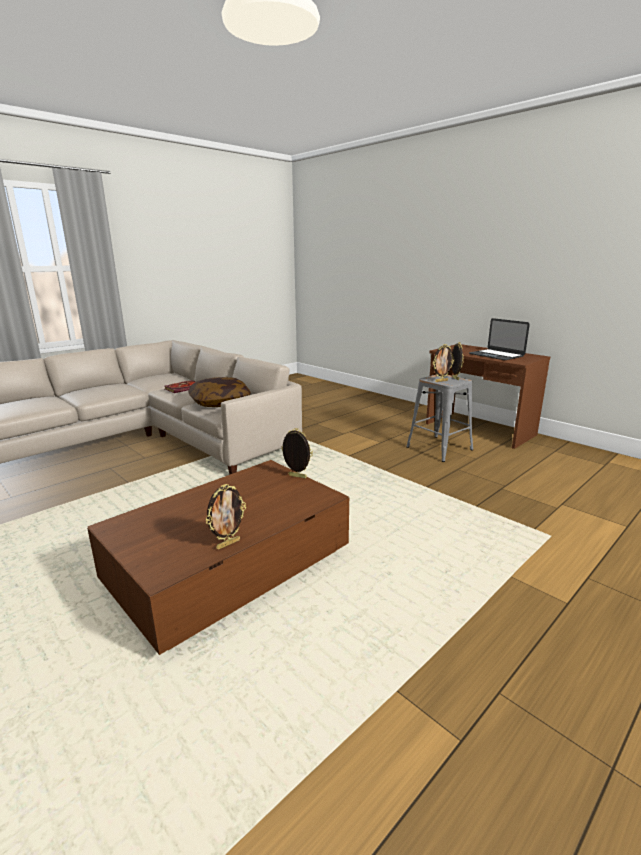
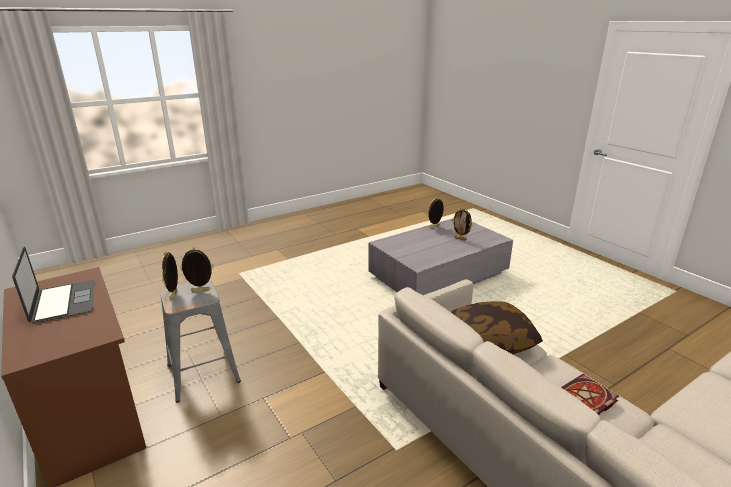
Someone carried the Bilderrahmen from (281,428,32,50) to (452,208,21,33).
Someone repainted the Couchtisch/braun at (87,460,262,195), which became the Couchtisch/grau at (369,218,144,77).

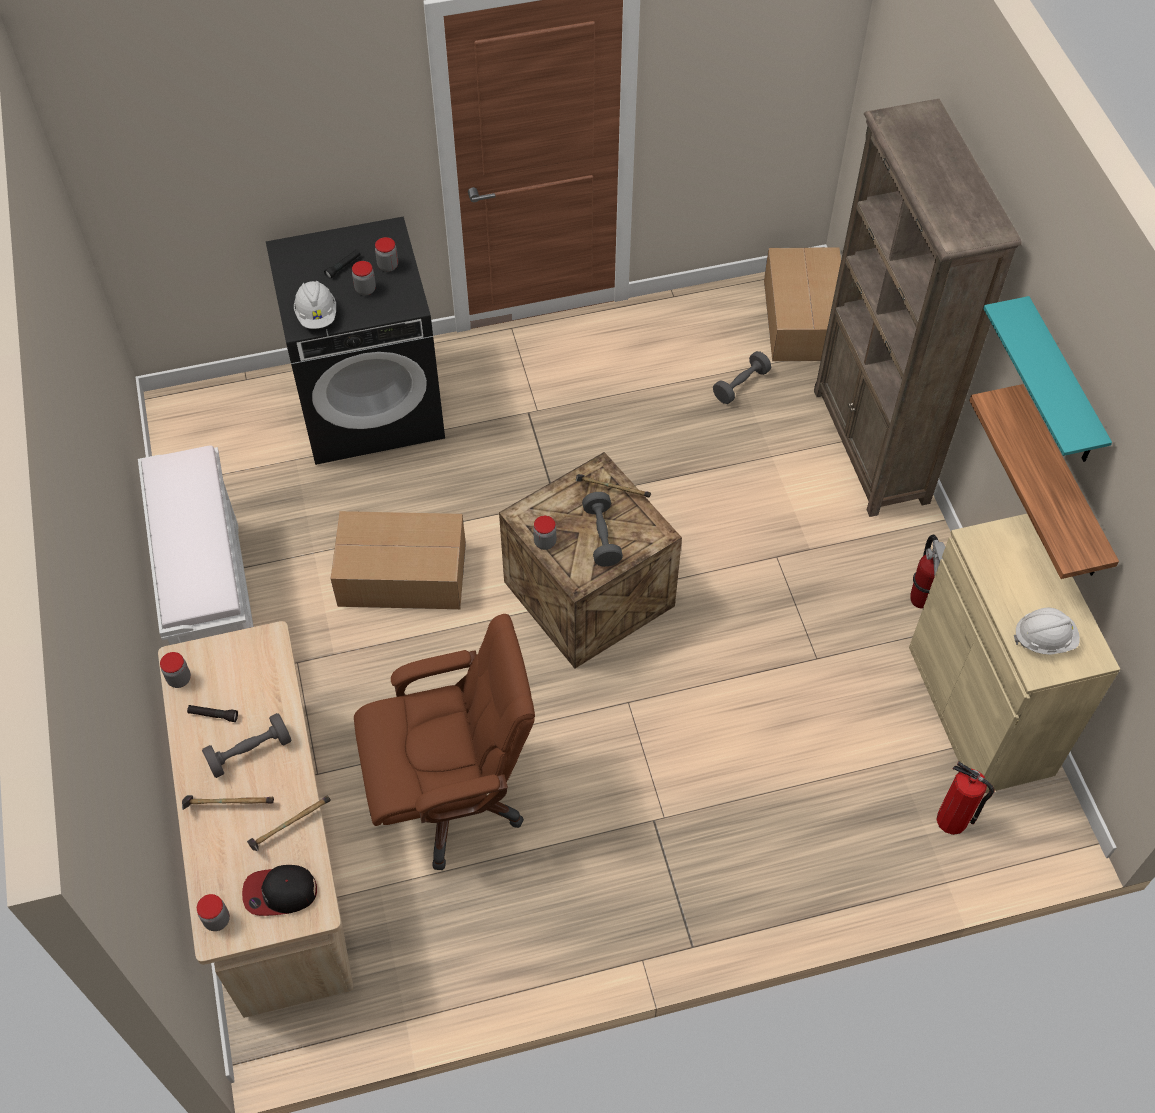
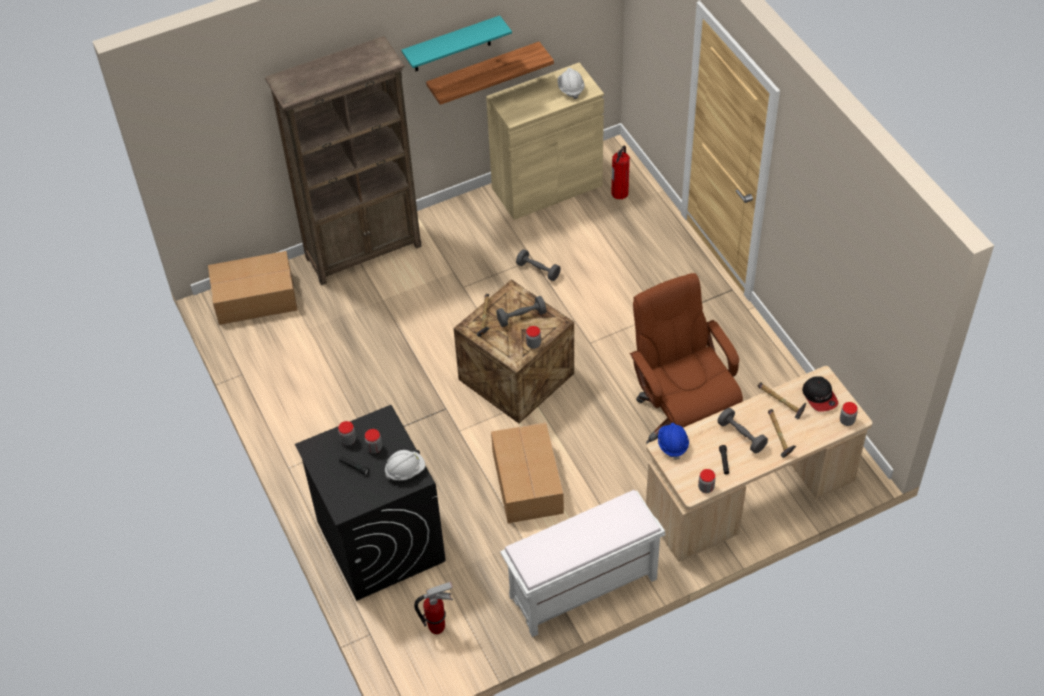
Someone put down the Schutzhelm/blau at (658,423,31,37).
Someone carried the Hantel/grau from (713,351,58,53) to (516,249,45,32).
Someone carried the Feuerlöscher from (910,535,35,73) to (414,582,39,52).

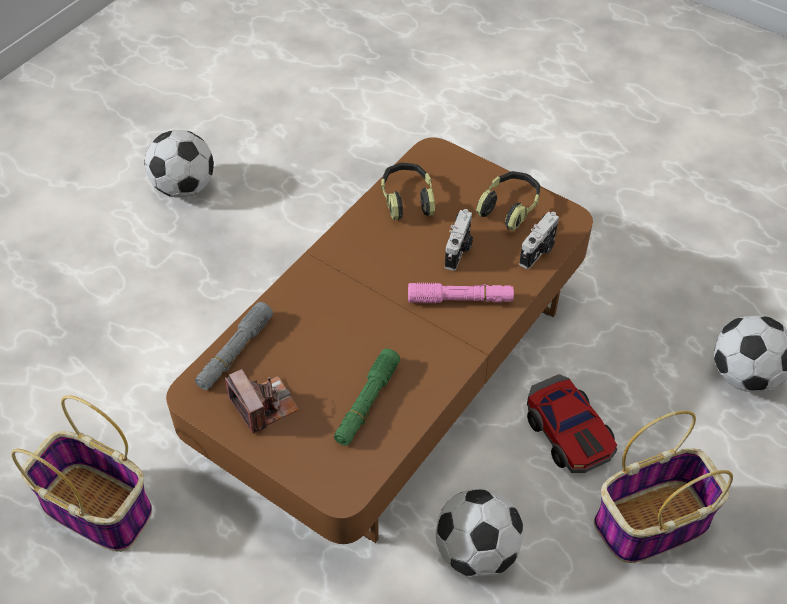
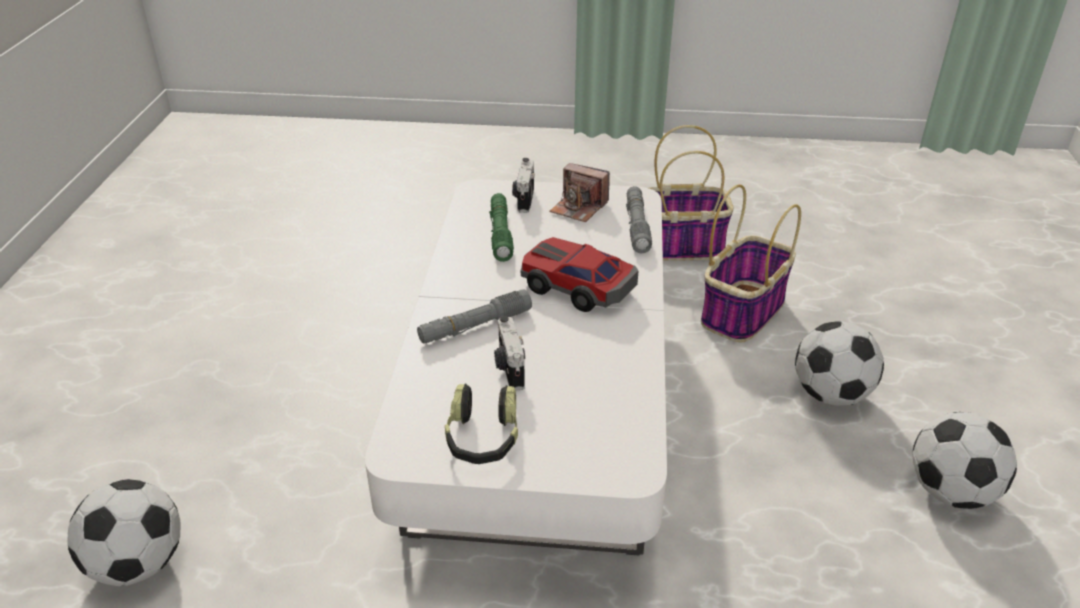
Someone took away the Kopfhörer at (381,163,54,57).
Someone carried the Fußball from (436,489,88,89) to (795,321,89,85).
Someone carried the Kamera from (519,211,40,58) to (512,158,23,55).
Someone carried the Spielzeugauto from (527,374,90,99) to (521,237,118,75).
Someone carried the Korb from (594,410,139,153) to (701,184,100,158).
Someone repainted the Couchtisch/braun at (166,137,427,407), which became the Couchtisch/weiß at (365,179,302,377).
Someone repainted the Taschenlampe/rosa at (408,283,106,21), which became the Taschenlampe/grau at (417,289,115,55).

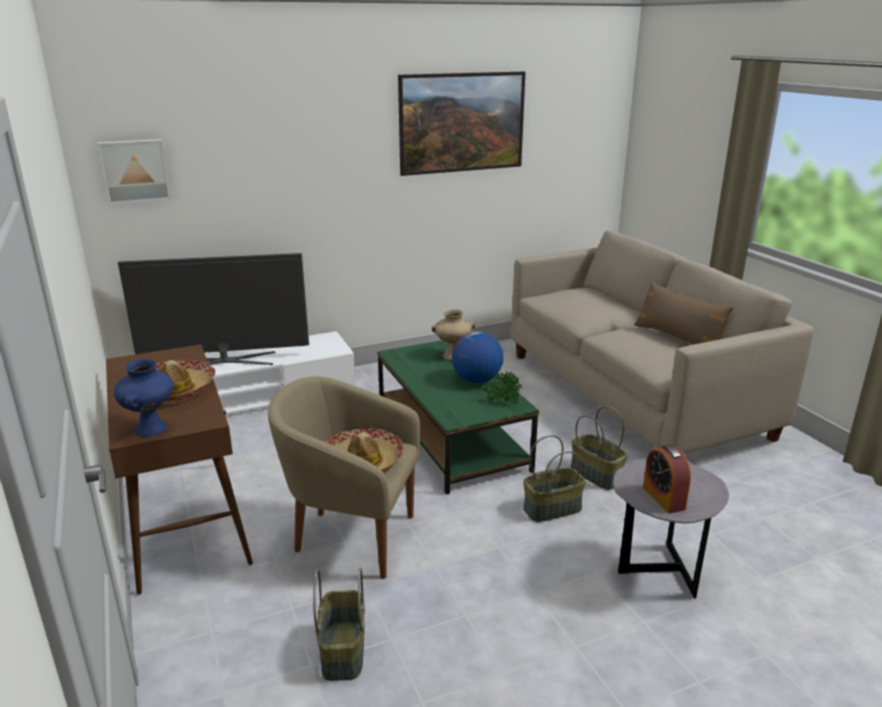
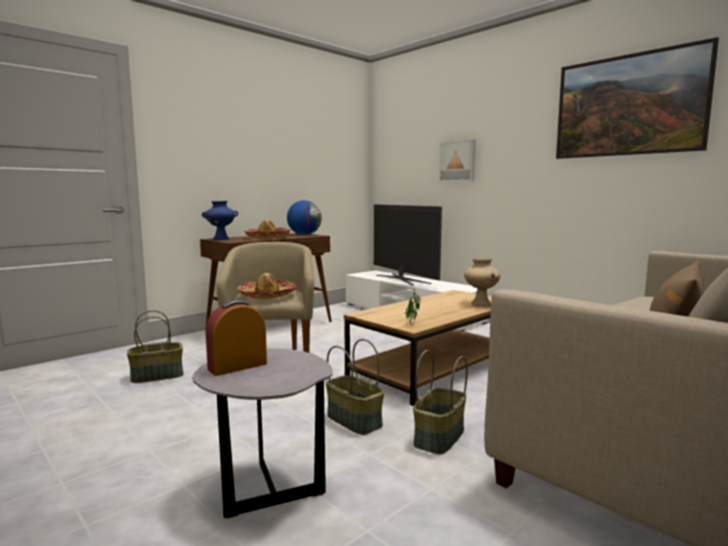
Someone carried the Bild from (97,139,74,65) to (439,139,37,43).
Someone carried the Globus from (452,332,51,51) to (287,200,35,35).
Someone repainted the Couchtisch/grün at (377,340,162,155), which became the Couchtisch/braun at (344,290,148,116).

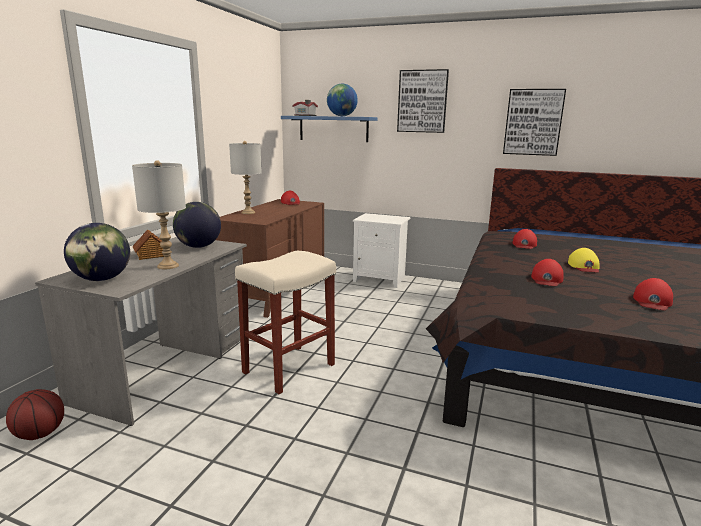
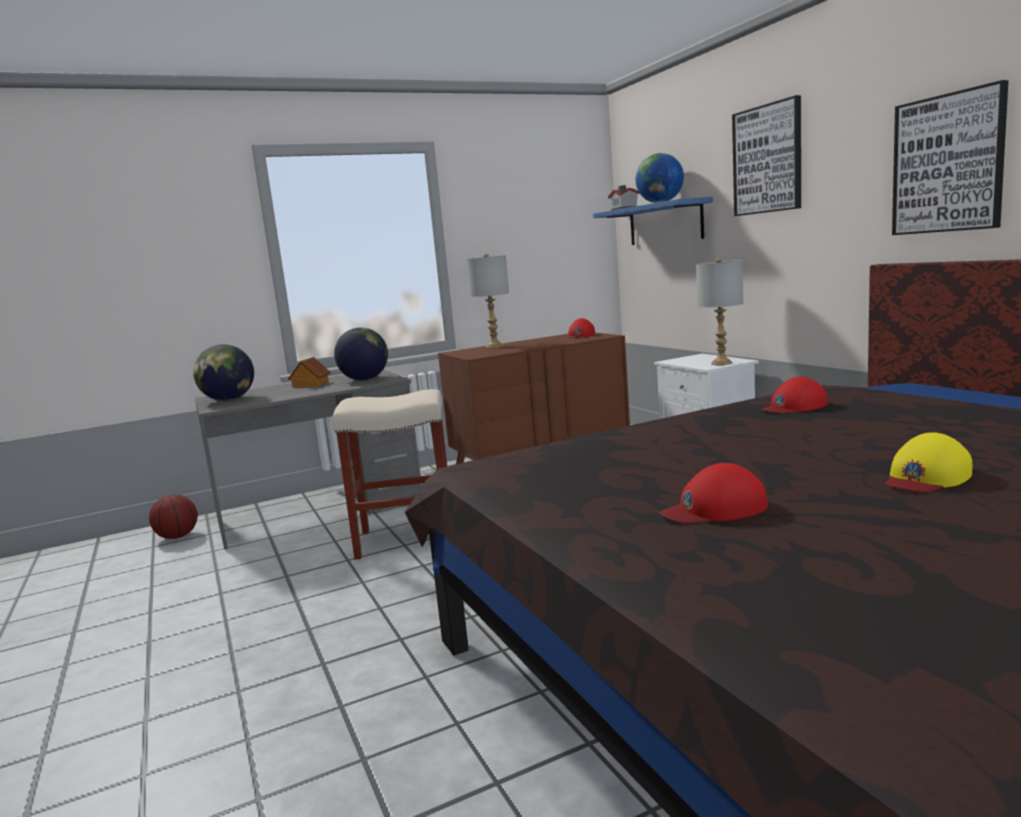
Someone took away the Kappe/rot at (531,259,33,27).
Someone carried the Tischlampe/grau from (132,160,54,109) to (696,258,47,107).
Someone carried the Kappe/gelb from (568,248,32,24) to (885,432,87,60).

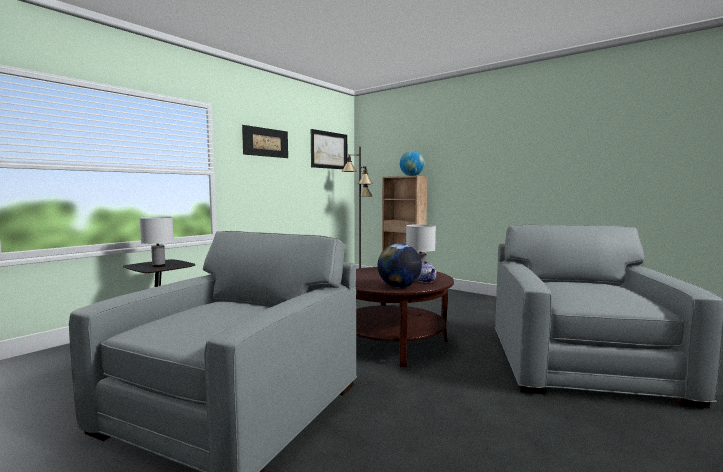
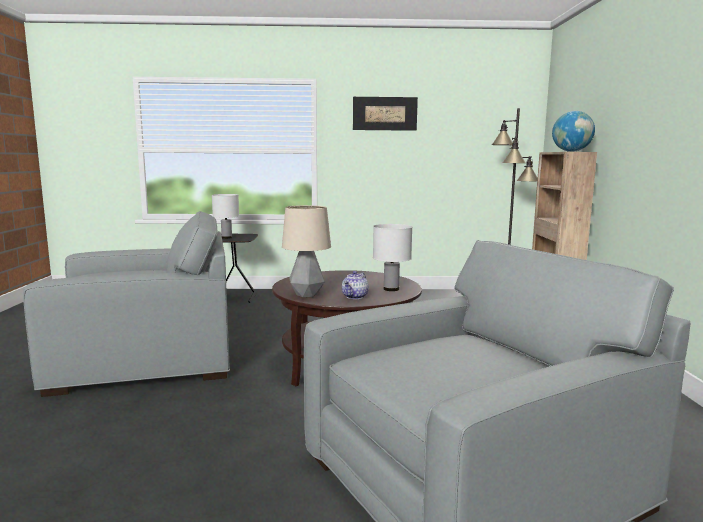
Someone took away the Bild at (311,129,36,40).
Someone swapped the Globus at (377,243,45,45) for the Tischlampe at (282,205,49,92).

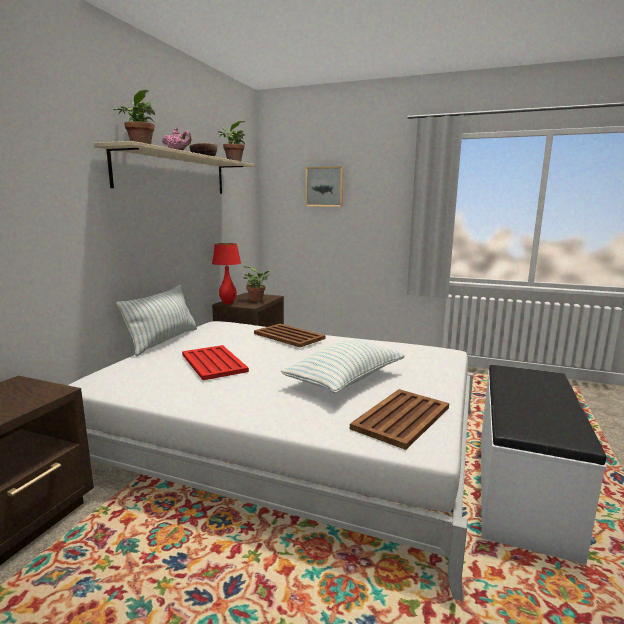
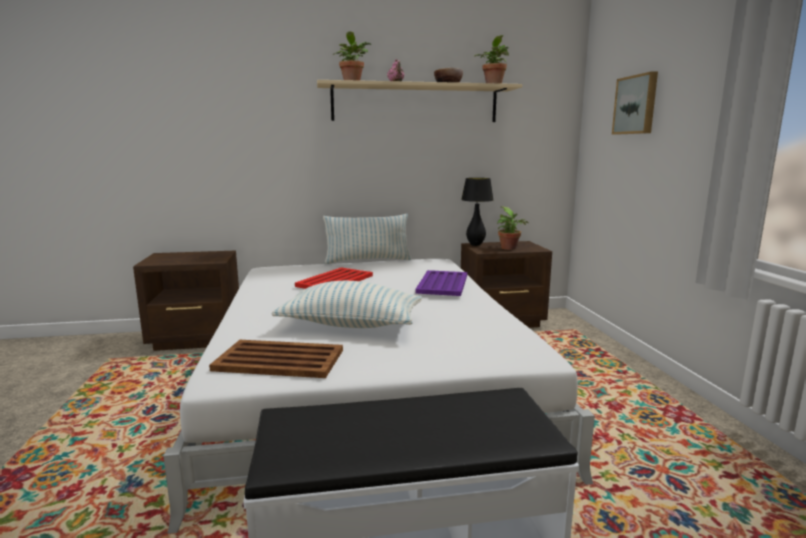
Someone repainted the Tischlampe/rot at (212,243,29,61), which became the Tischlampe/schwarz at (461,178,32,68).
Someone repainted the Tablett/braun at (254,324,71,23), which became the Tablett/lila at (415,270,52,26).

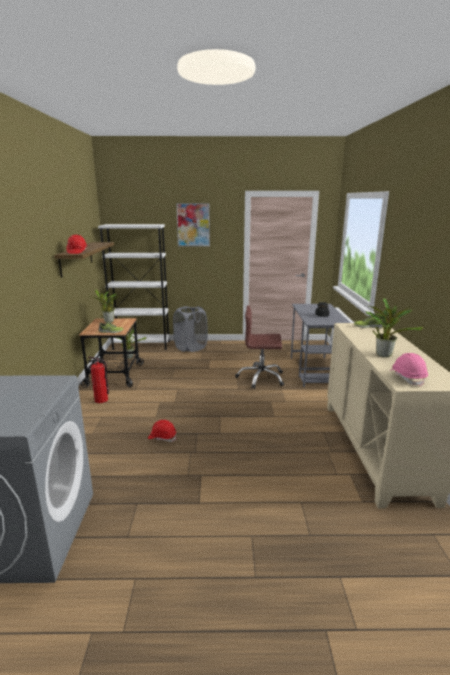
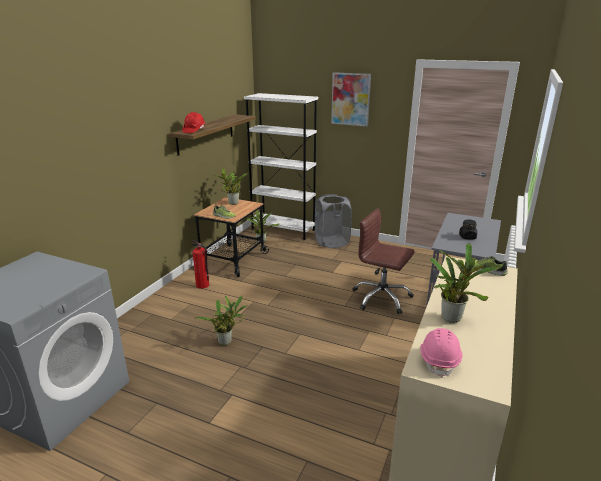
Someone swapped the Schutzhelm/rot at (148,420,29,22) for the Topfpflanze at (194,296,54,50).

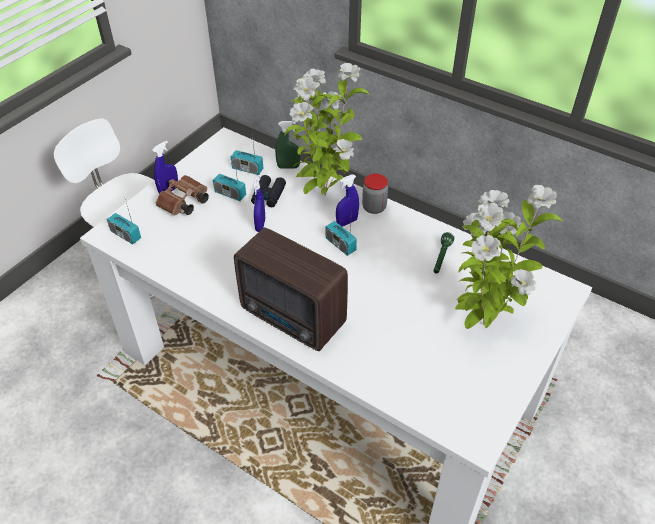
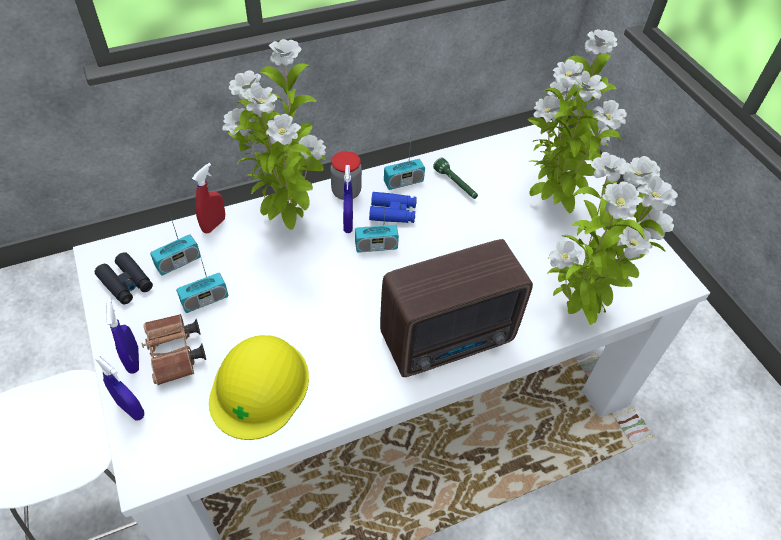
Someone put down the Schutzhelm/gelb at (209,335,100,105).
Someone put down the Fernglas/blau at (369,192,48,31).
Someone put down the Topfpflanze at (547,152,131,173).
Someone carried the Radio from (107,199,34,45) to (384,131,41,59).
Someone carried the Fernglas/schwarz from (251,175,35,32) to (95,252,58,52).
Someone carried the Sprühflasche/blau from (253,176,12,56) to (95,356,49,65).
Someone repainted the Sprühflasche/grün at (275,121,25,48), which became the Sprühflasche/rot at (192,163,33,70).

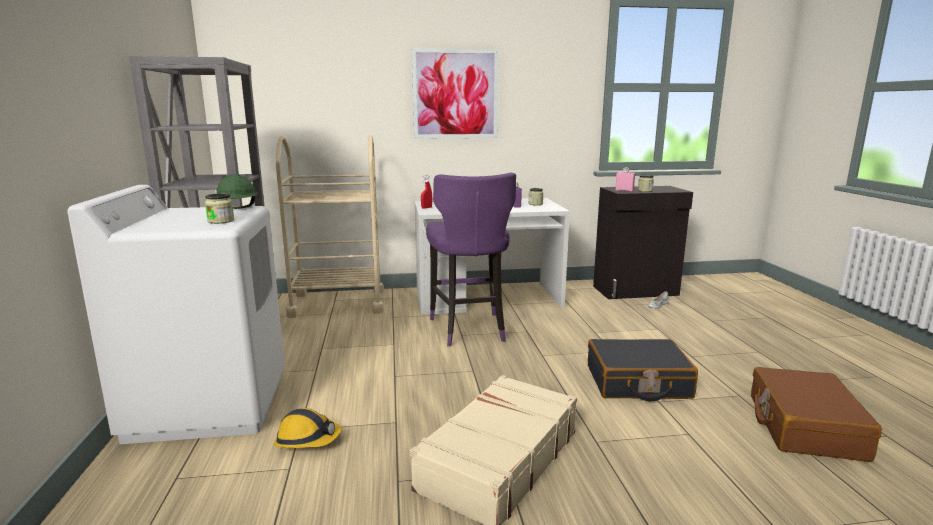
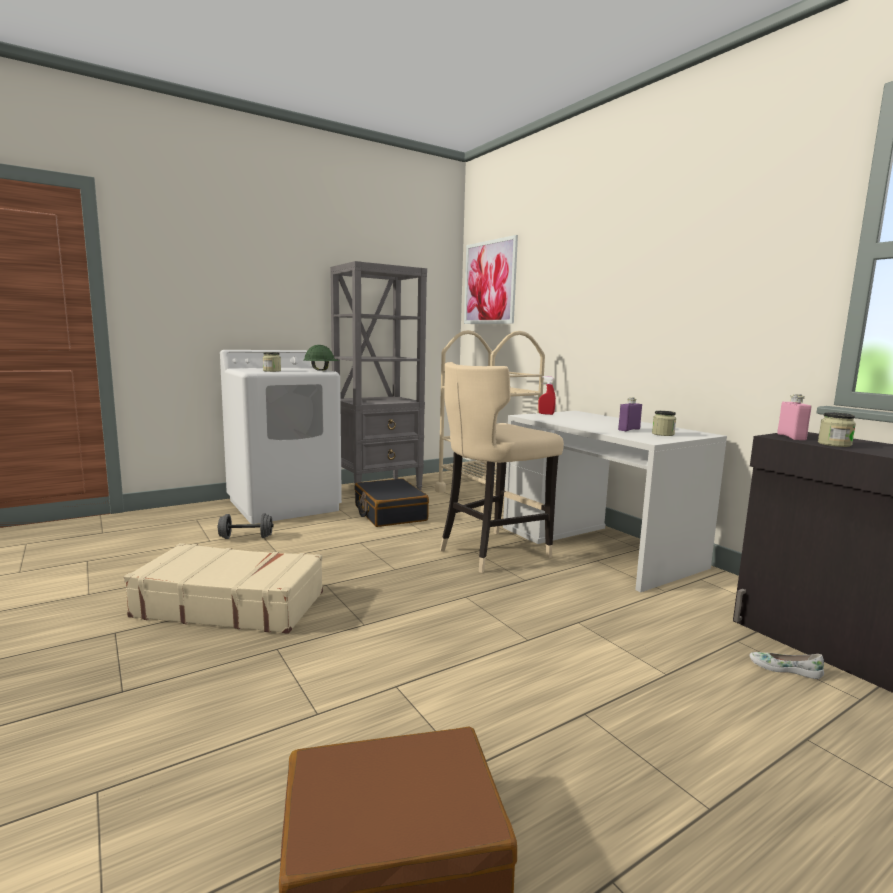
Someone carried the Bild from (412,49,87,90) to (464,235,54,89).
Someone carried the Koffer/schwarz from (588,339,110,62) to (354,478,75,49).
Someone swapped the Schutzhelm at (274,408,68,40) for the Hantel/grau at (217,513,57,26).
Someone repainted the Hocker/lila at (426,173,90,173), which became the Hocker/beige at (440,362,124,211).

